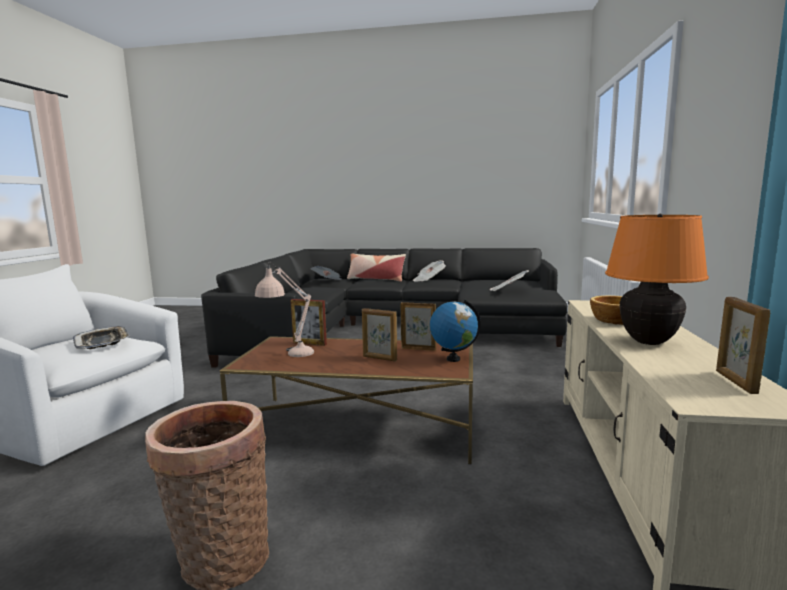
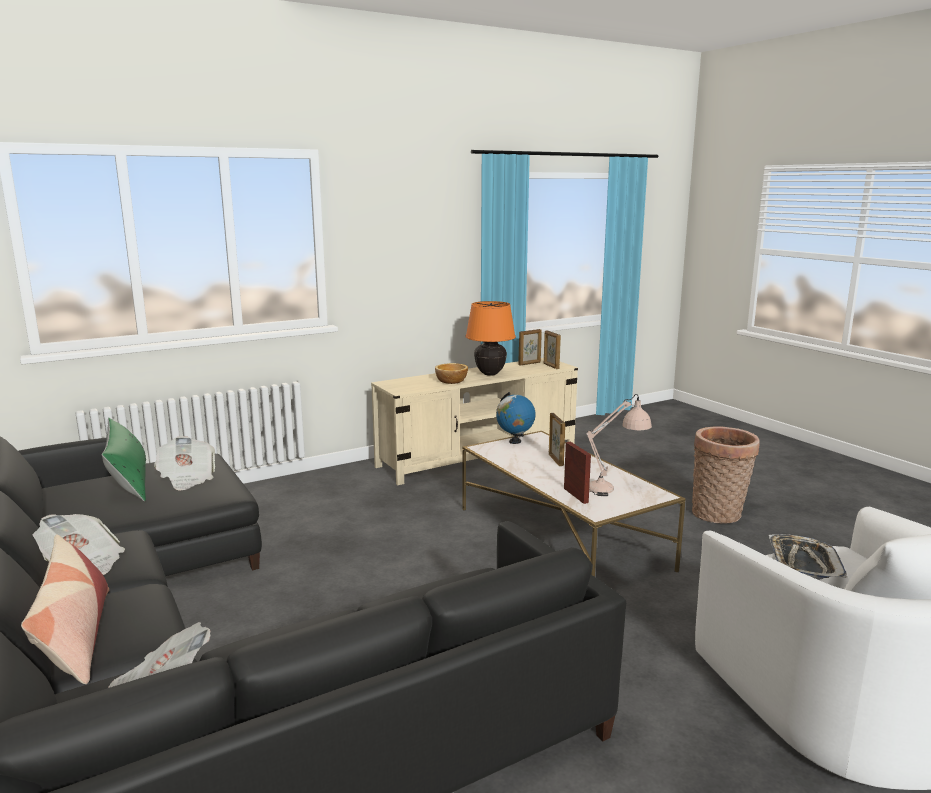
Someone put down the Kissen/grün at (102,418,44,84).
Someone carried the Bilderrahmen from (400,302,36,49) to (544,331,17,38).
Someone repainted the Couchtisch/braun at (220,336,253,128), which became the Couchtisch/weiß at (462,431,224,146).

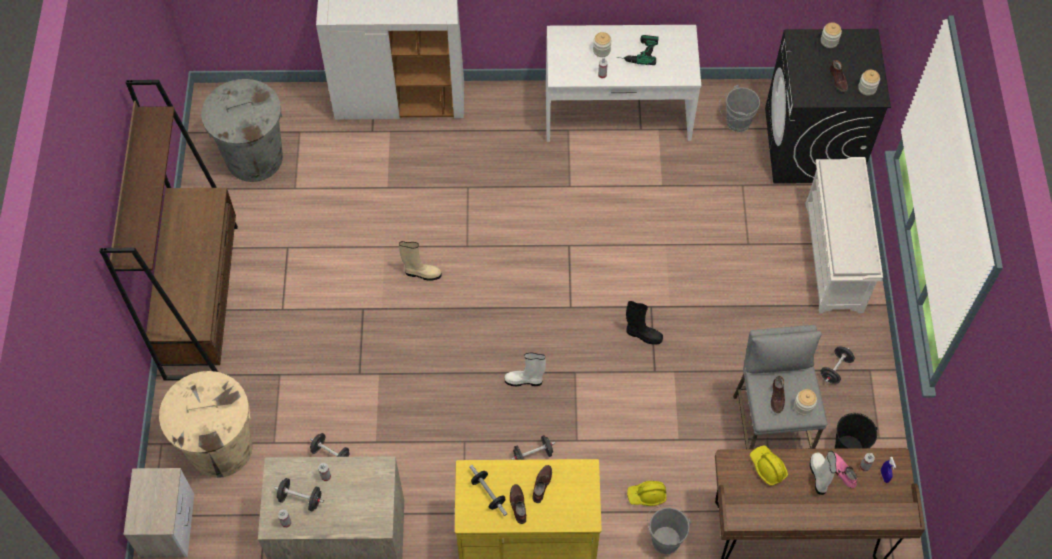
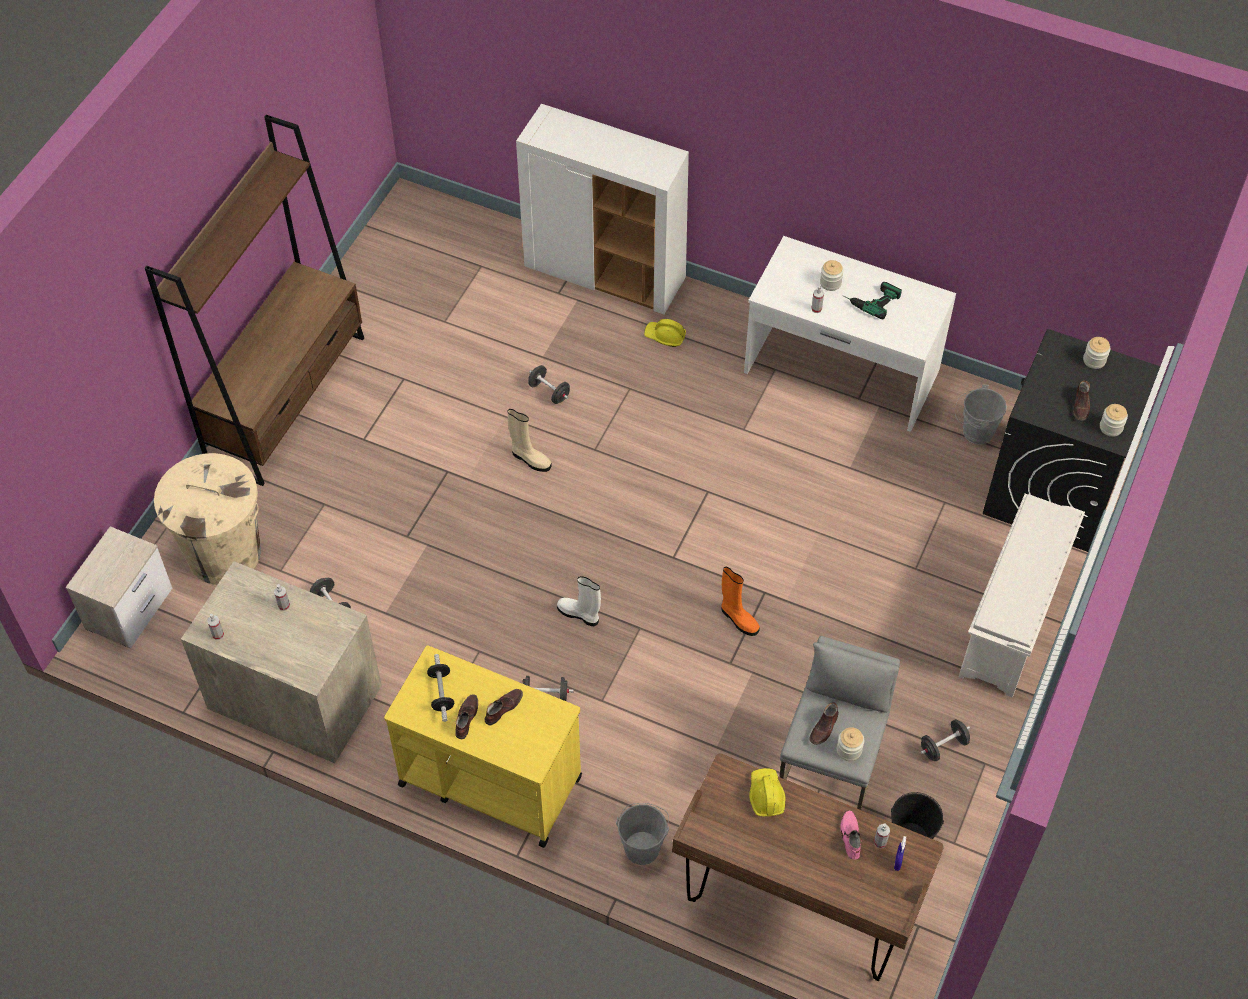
Someone took away the Mülleimer/grau at (201,79,82,103).
Someone took away the Stiefel/weiß at (810,451,26,44).
Someone carried the Hantel/schwarz from (274,478,50,33) to (528,365,42,39).
Someone carried the Schutzhelm/gelb from (627,481,39,25) to (644,319,42,28).
Someone repainted the Stiefel/schwarz at (626,301,37,43), which became the Stiefel/orange at (721,567,39,69).

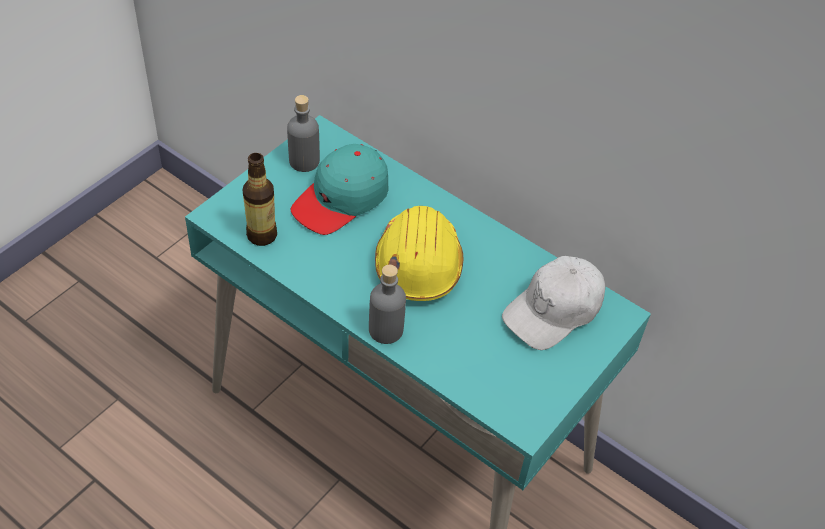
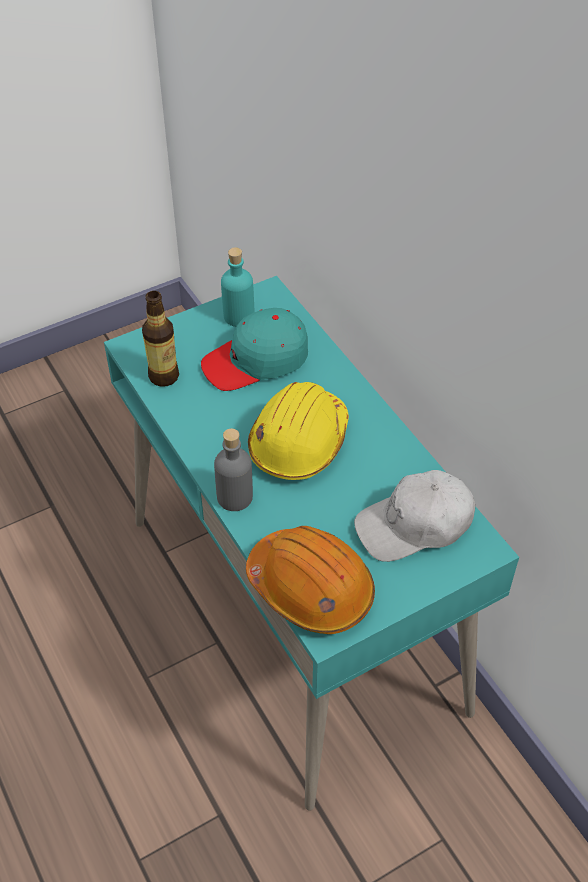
Someone put down the Schutzhelm/orange at (246,526,129,108).
Someone repainted the Flasche/grau at (287,95,33,77), which became the Flasche/türkis at (221,247,34,80).

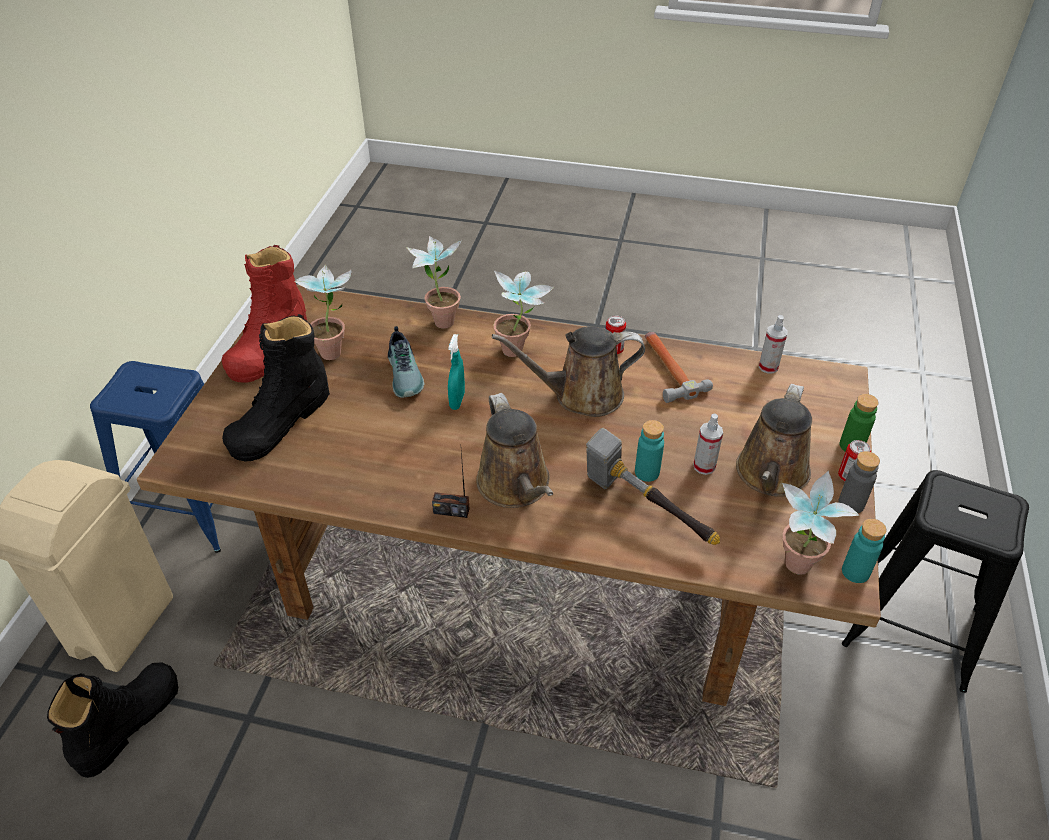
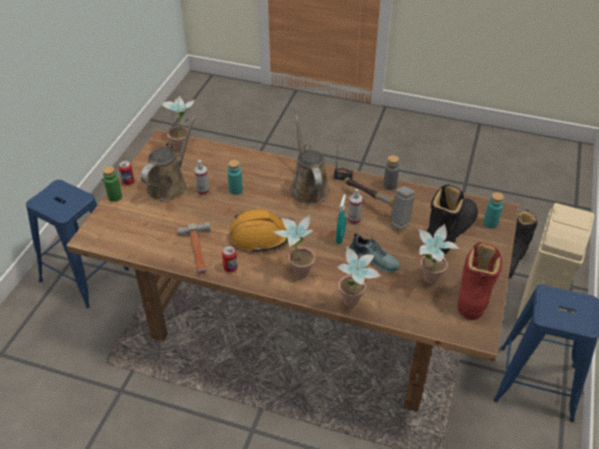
Someone carried the Hammer from (586,428,134,117) to (344,177,71,53).
Someone carried the Sprühflasche from (759,315,29,58) to (348,189,15,36).
Someone carried the Flasche/grau from (838,451,42,62) to (383,155,16,35).
Someone carried the Flasche/türkis from (842,519,45,64) to (483,192,21,36).
Someone swapped the Gießkanne/braun at (492,326,153,91) for the Schutzhelm/orange at (230,209,65,44).
Someone repainted the Hocker/schwarz at (842,470,187,223), which became the Hocker/blau at (26,180,103,128).
Someone rotated the Schuh at (388,326,36,72) by 135 degrees clockwise.

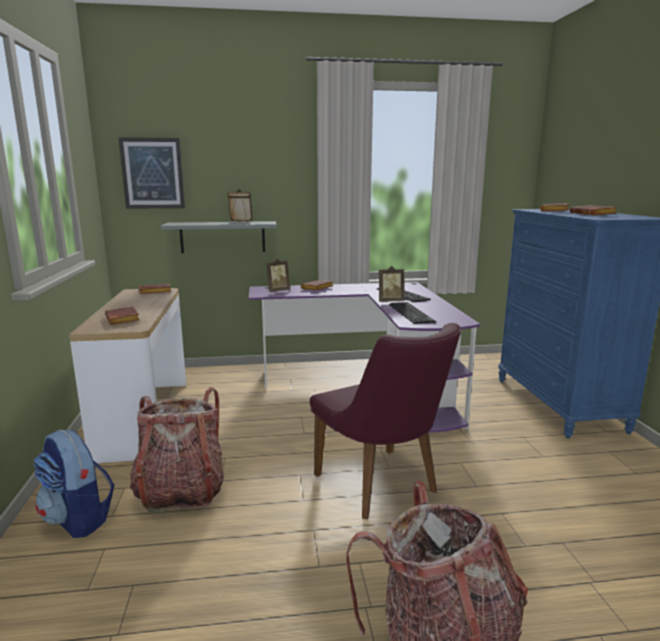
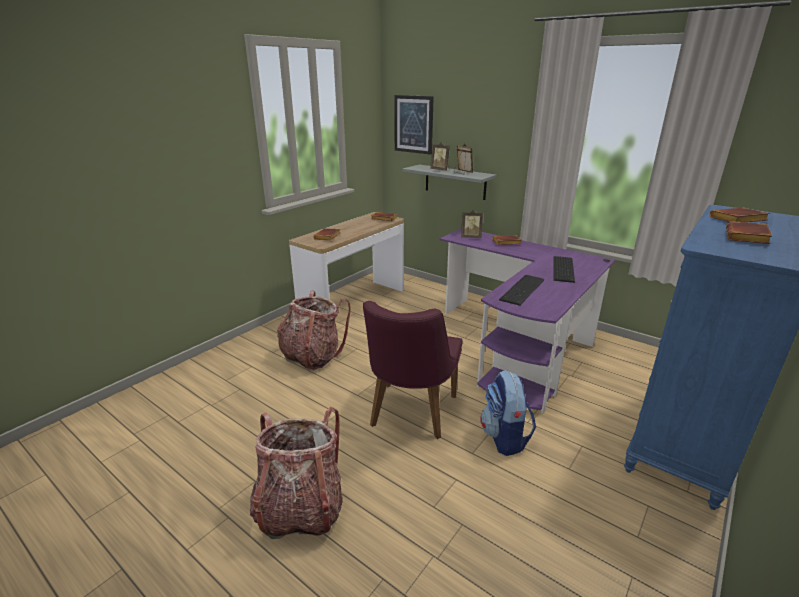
Someone carried the Rucksack from (33,430,81,108) to (480,370,56,86).
Someone carried the Bilderrahmen from (379,266,26,36) to (430,142,20,29).

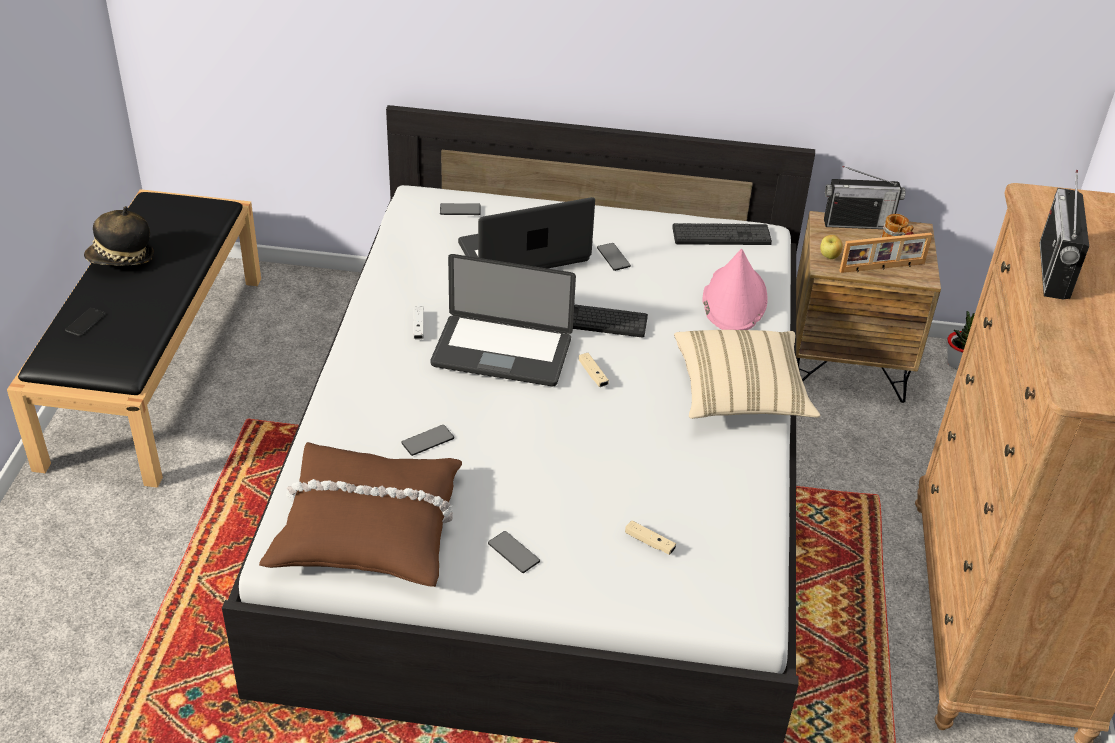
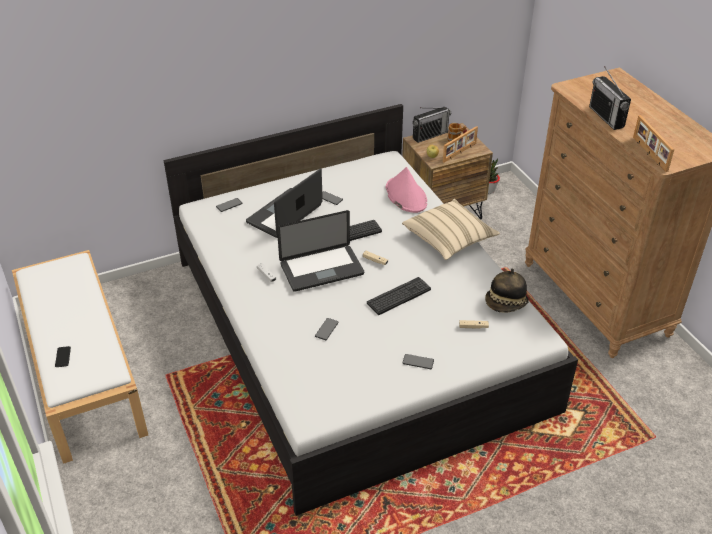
Someone took away the Kissen/braun at (259,442,203,145).
Someone put down the Bilderrahmen at (633,115,42,57).
Someone carried the Hut from (84,206,70,60) to (485,268,44,45).
Someone carried the Tastatur from (672,223,100,22) to (367,277,64,38).
Someone repainted the Bank/schwarz at (7,189,254,299), which became the Bank/weiß at (12,250,136,214).

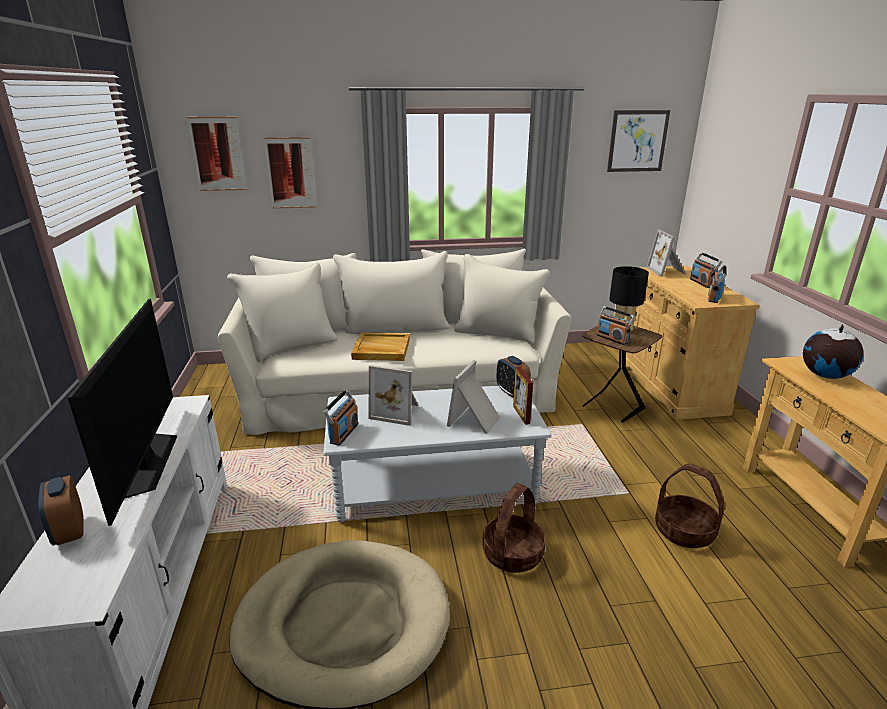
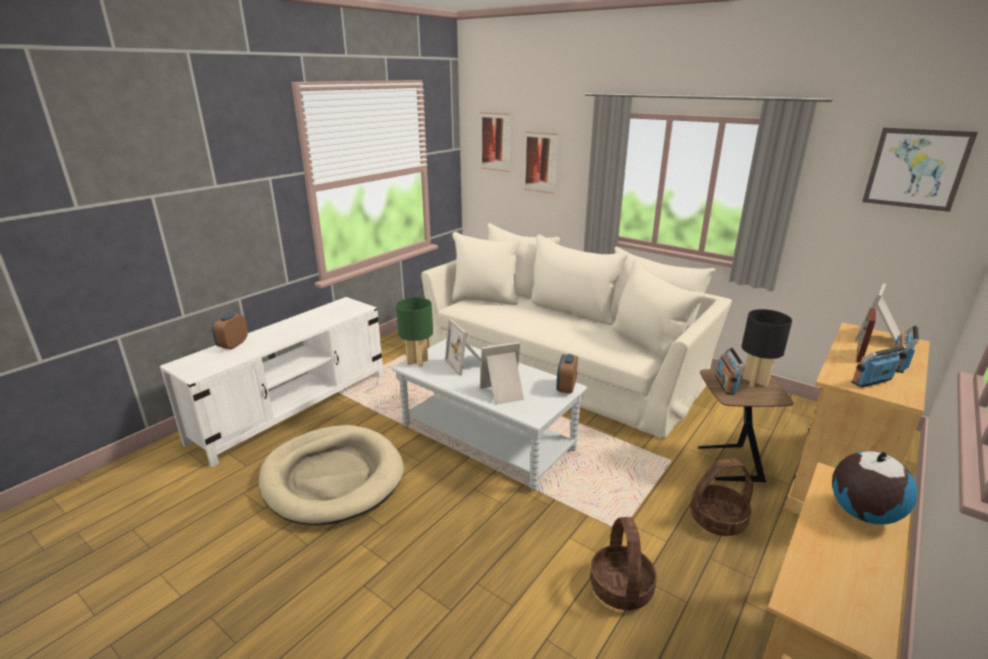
Someone took away the Fernseher at (68,299,109,227).
Someone took away the Tablett/beige at (351,332,59,29).
Someone carried the Korb from (483,483,63,90) to (690,458,63,78).
Someone carried the Bilderrahmen from (513,366,20,59) to (856,308,20,54).
Someone swapped the Radio at (323,389,36,56) for the Tischlampe/grün at (396,297,37,70).

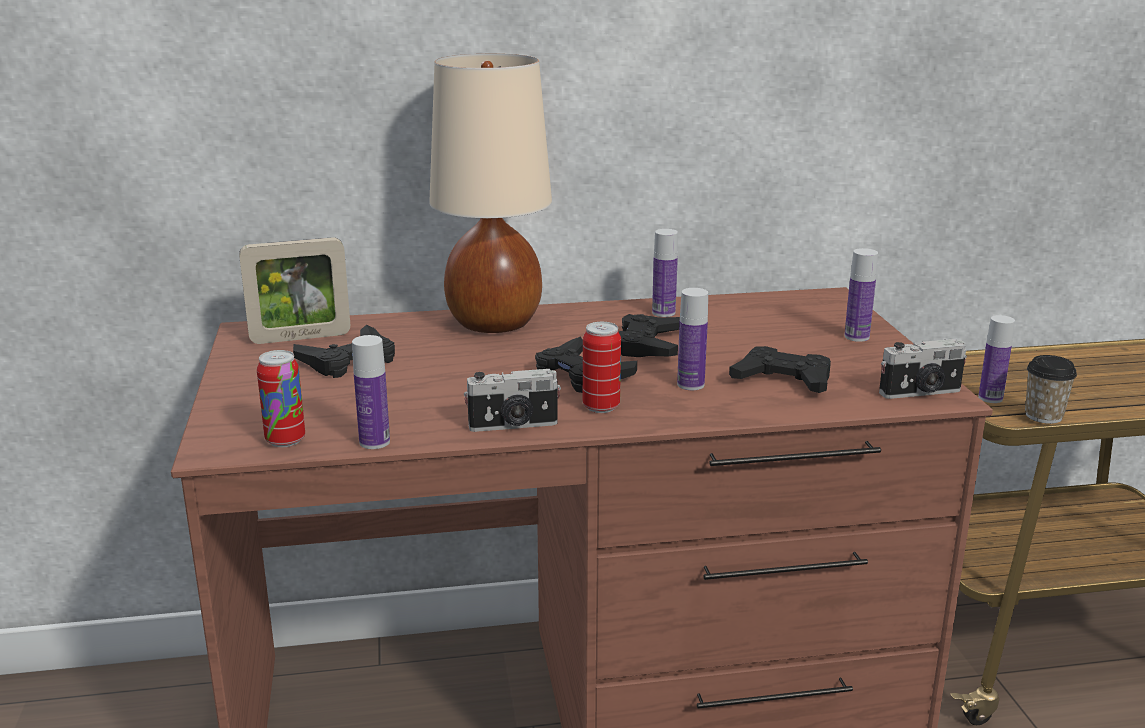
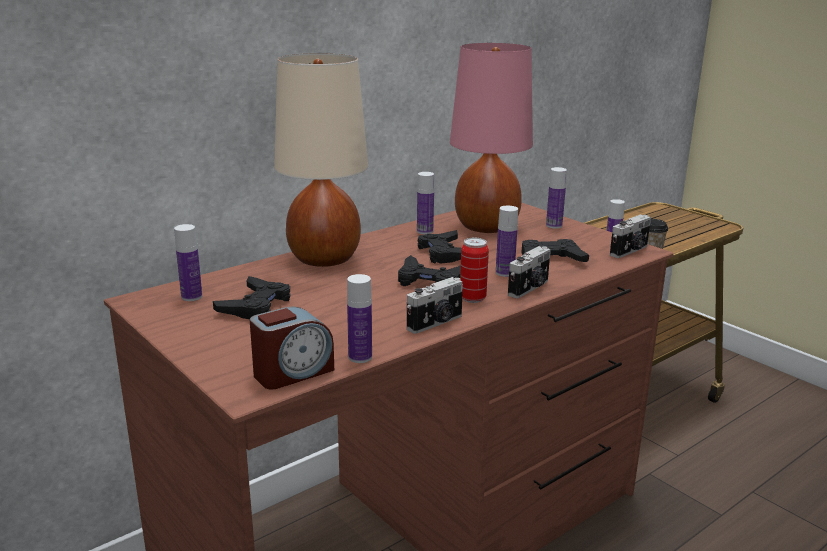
Someone put down the Tischlampe/rosa at (450,43,83,190).
Someone put down the Kamera at (508,246,43,52).
Someone swapped the Bilderrahmen at (239,237,111,107) for the Flasche at (174,224,28,77).
Someone swapped the Dose at (257,350,48,97) for the Wecker at (250,306,84,83).

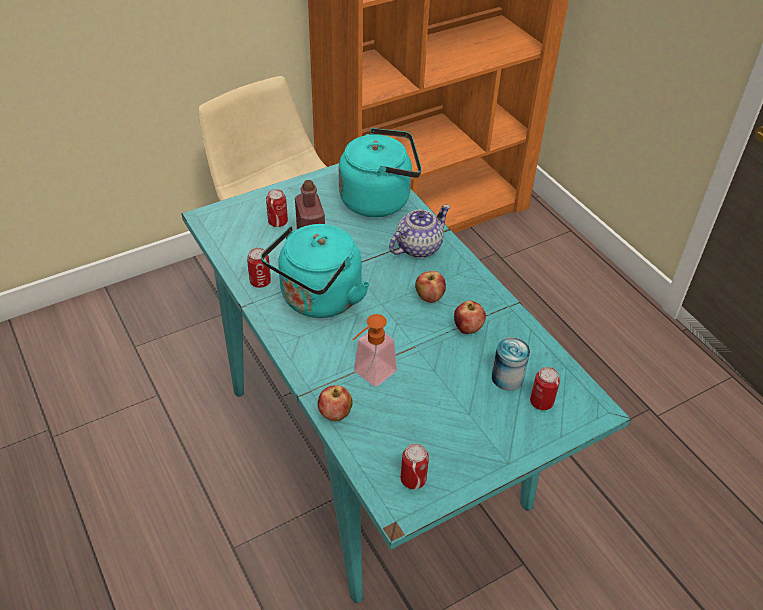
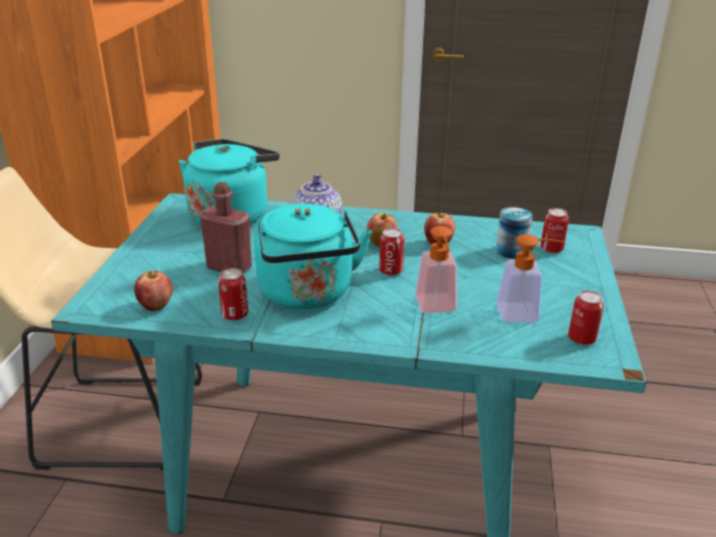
Someone put down the Seifenspender at (496,234,70,89).
Someone carried the Dose from (266,189,22,38) to (379,228,26,48).
Someone carried the Apfel from (318,385,35,36) to (134,271,39,40).

